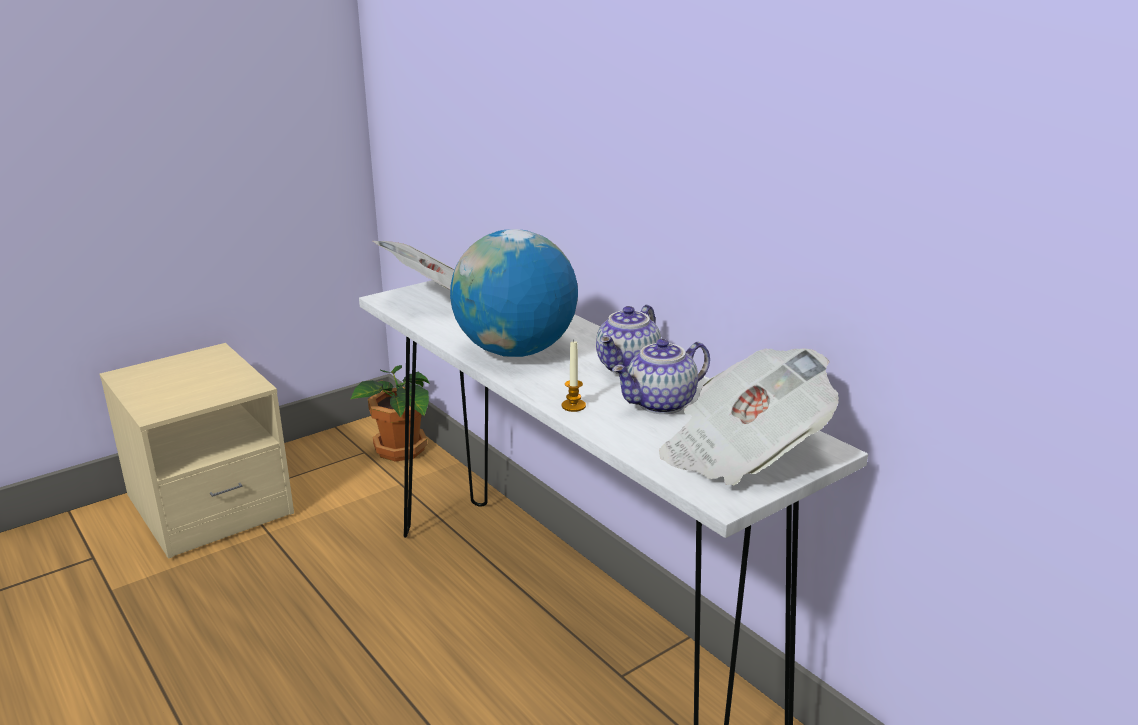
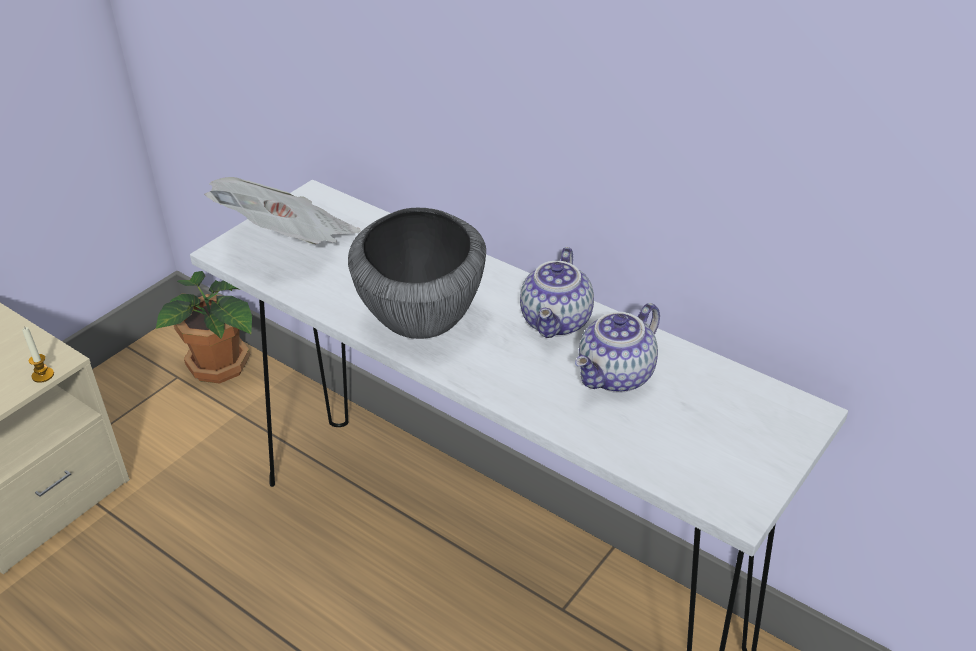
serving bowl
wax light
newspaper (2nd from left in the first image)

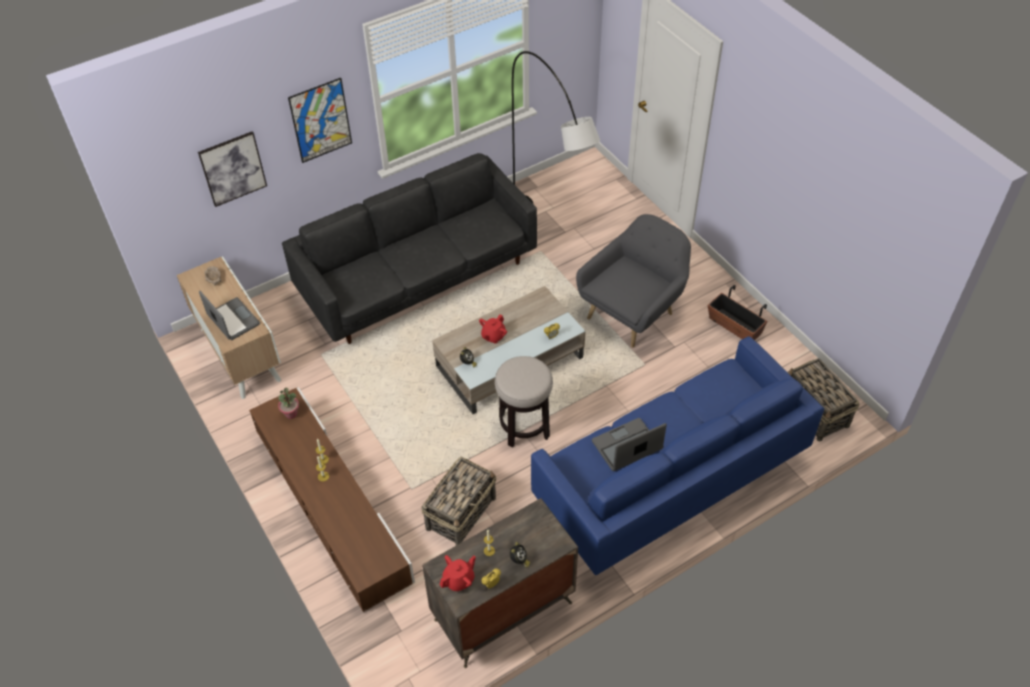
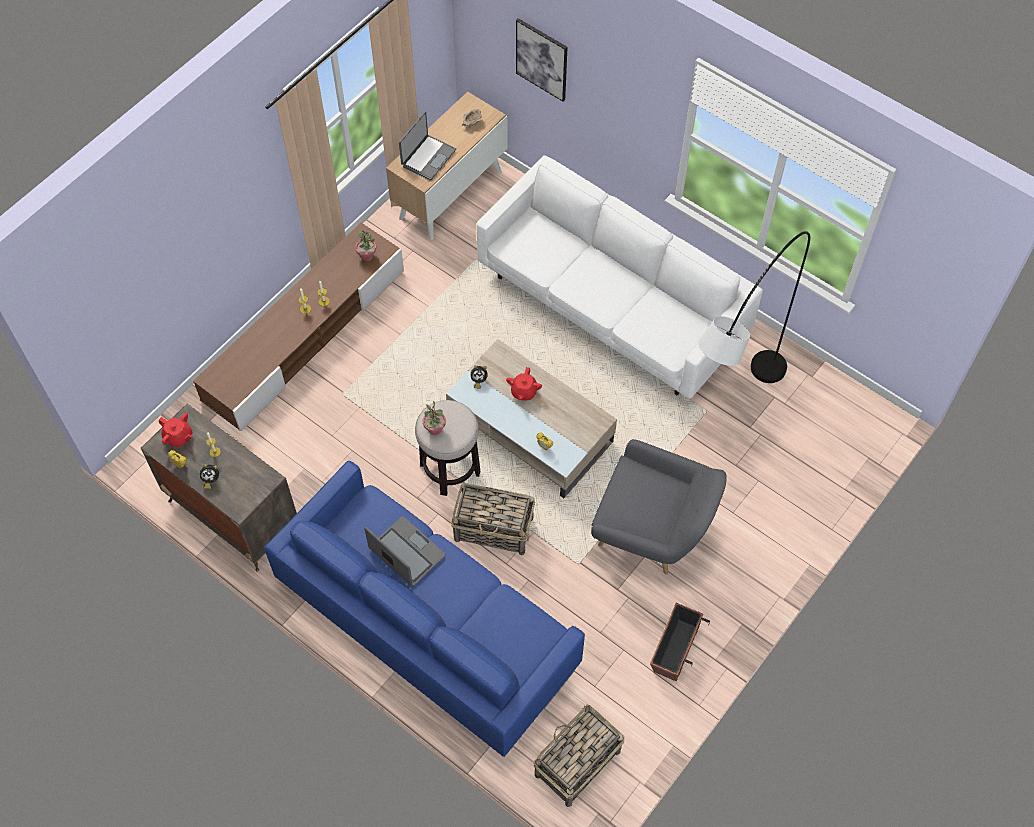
whitish sofa
picture (2nd from left in the first image)
basket (1st from left)
red-coloured teapot (2nd from left)
houseplant (2nd from left)

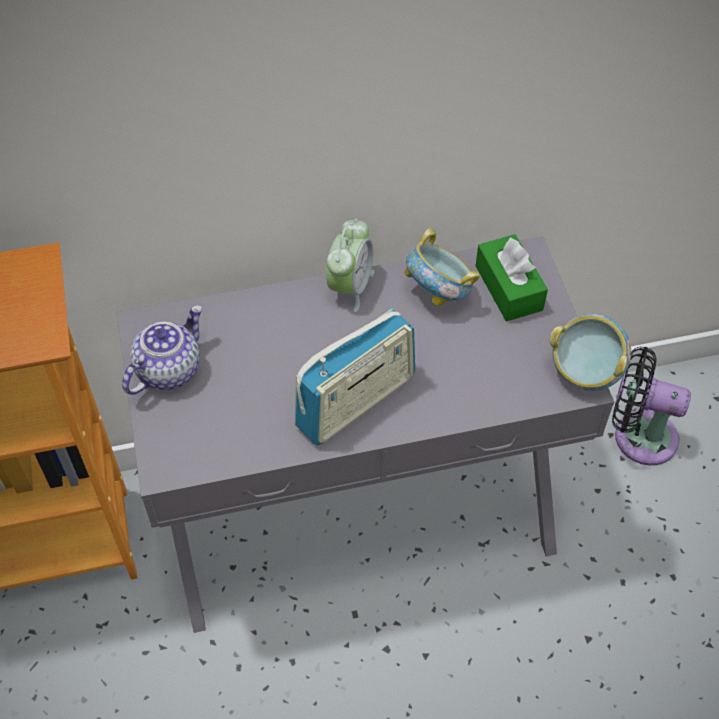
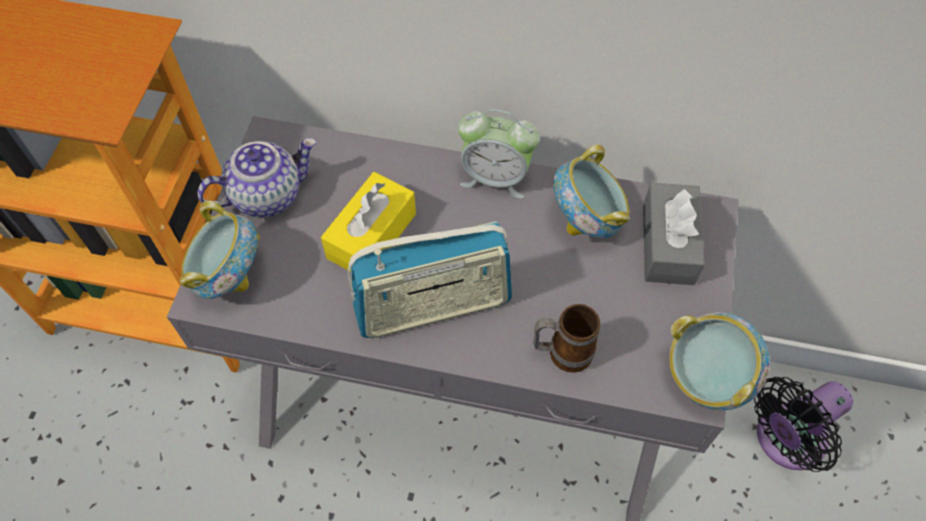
bedside clock
grey tissue box
black cooling fan
serving bowl (1st from left)
yellowish tissue box
mug

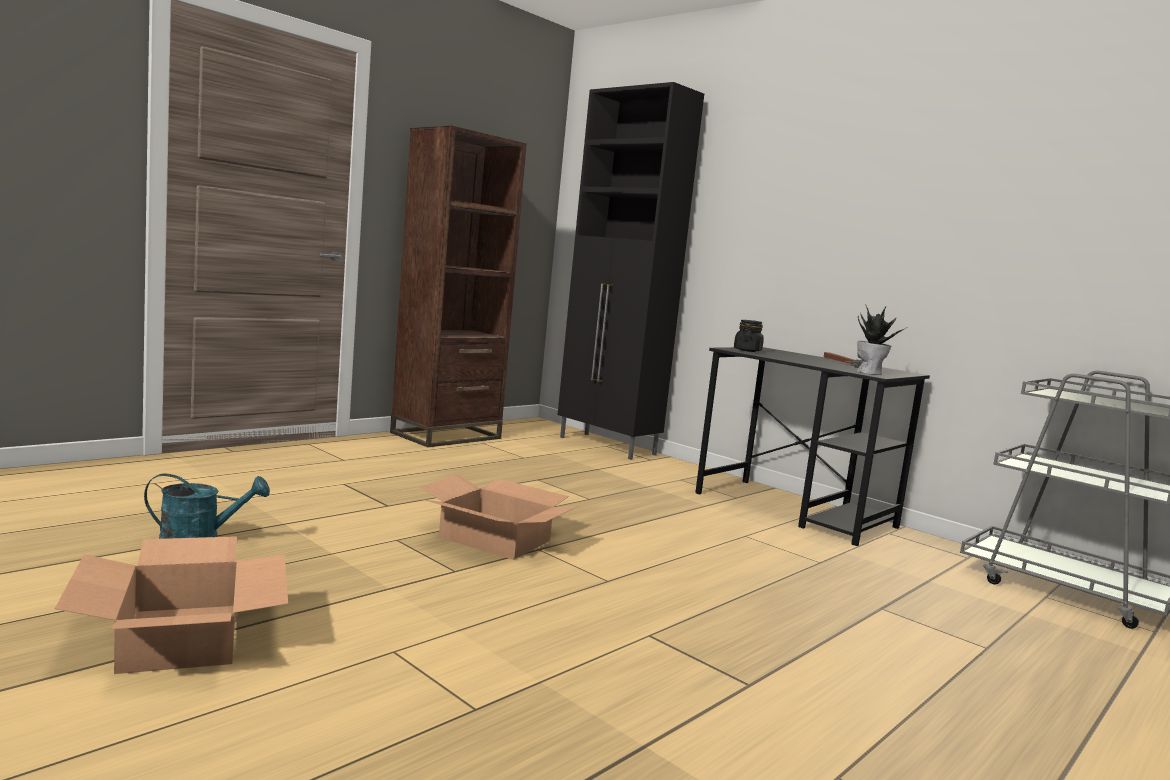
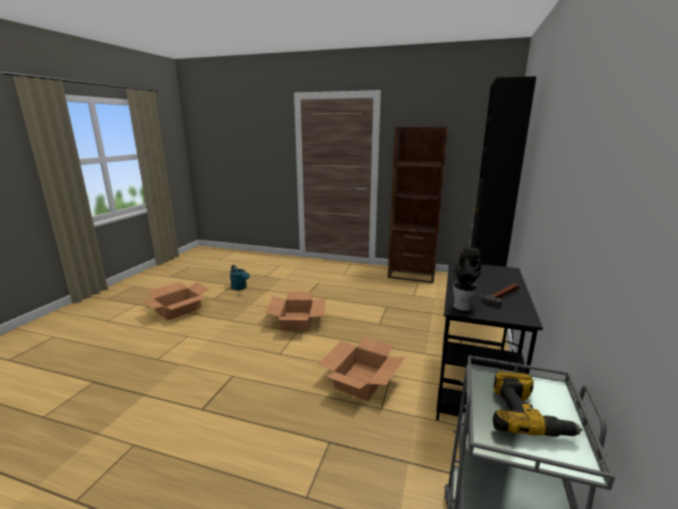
packing box (3rd from left)
power drill

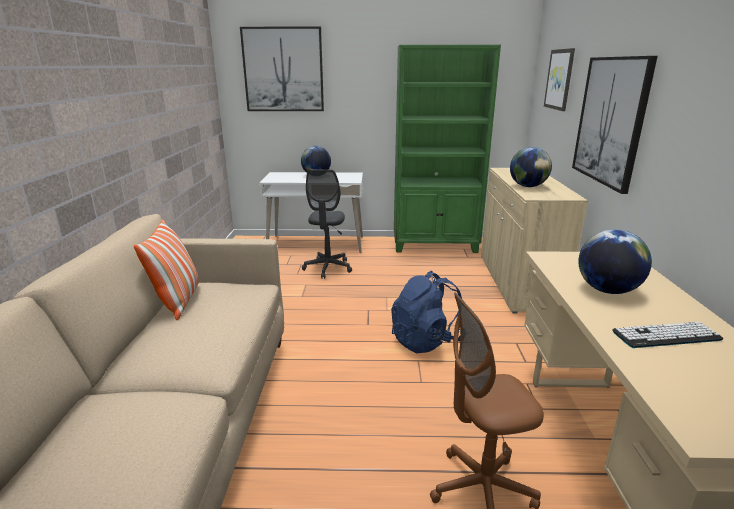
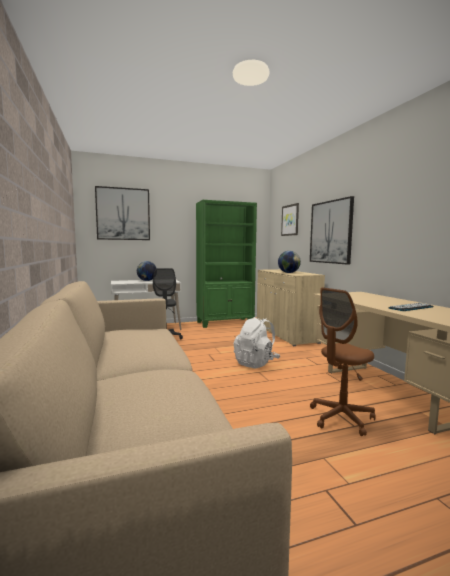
cushion
whitish rucksack
desk globe (3rd from left in the first image)

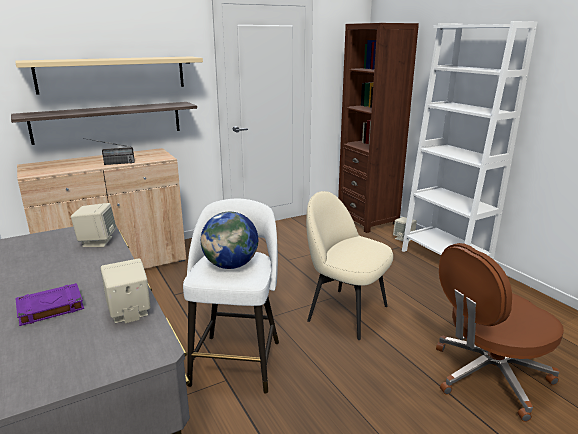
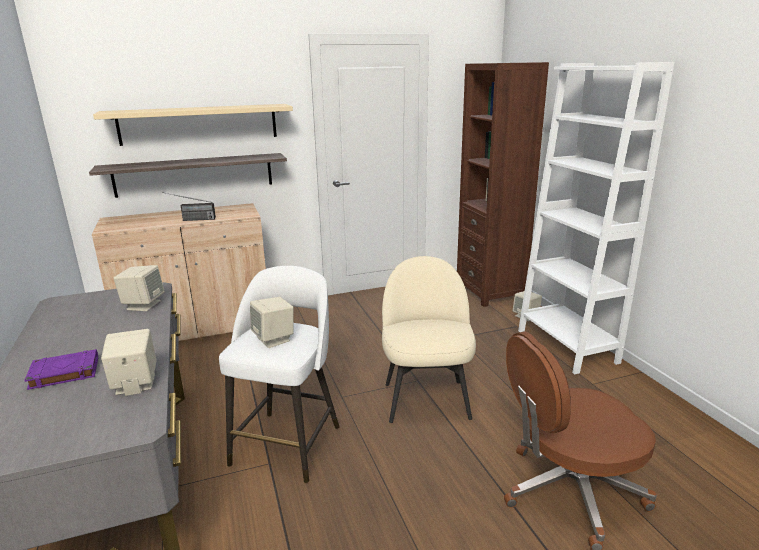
beige-coloured loudspeaker (3rd from left)
beige-coloured chair

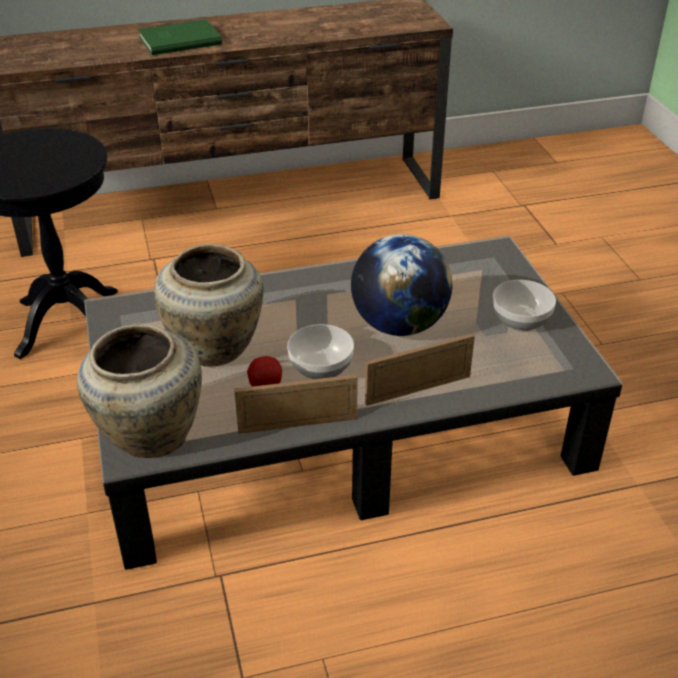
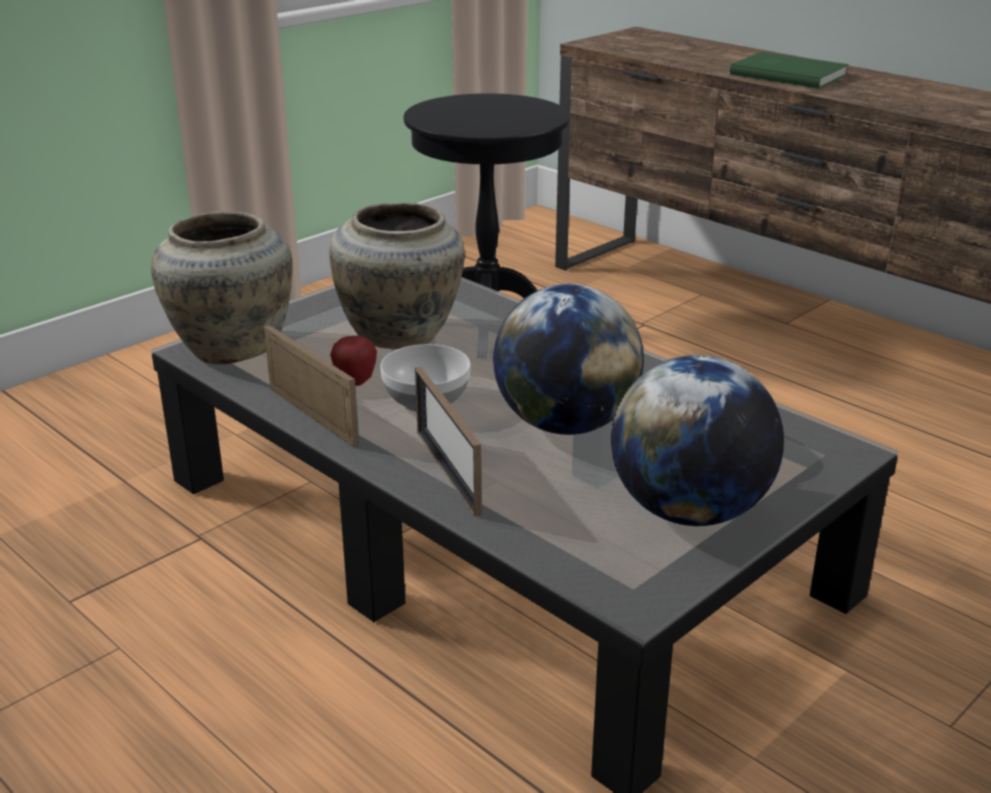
picture frame (2nd from left)
desk globe (2nd from left)

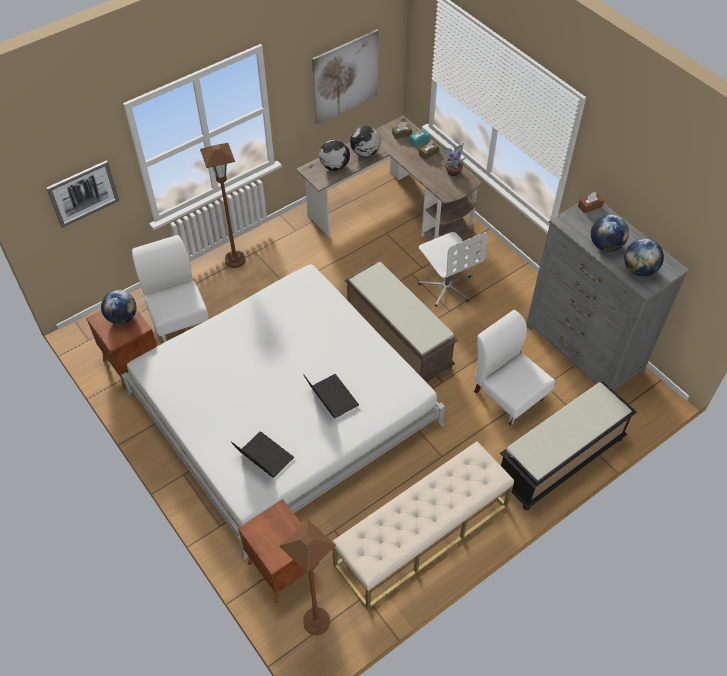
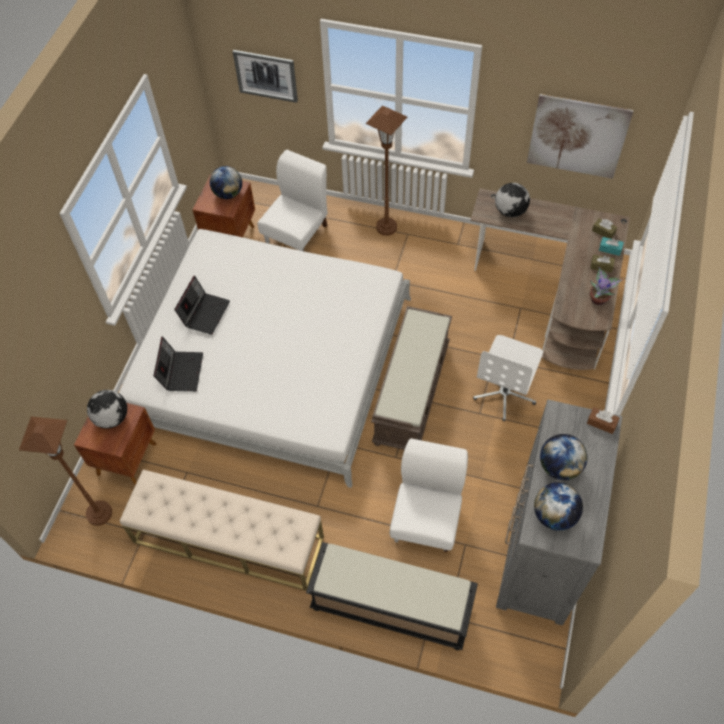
laptop (2nd from left)
desk globe (1st from left)

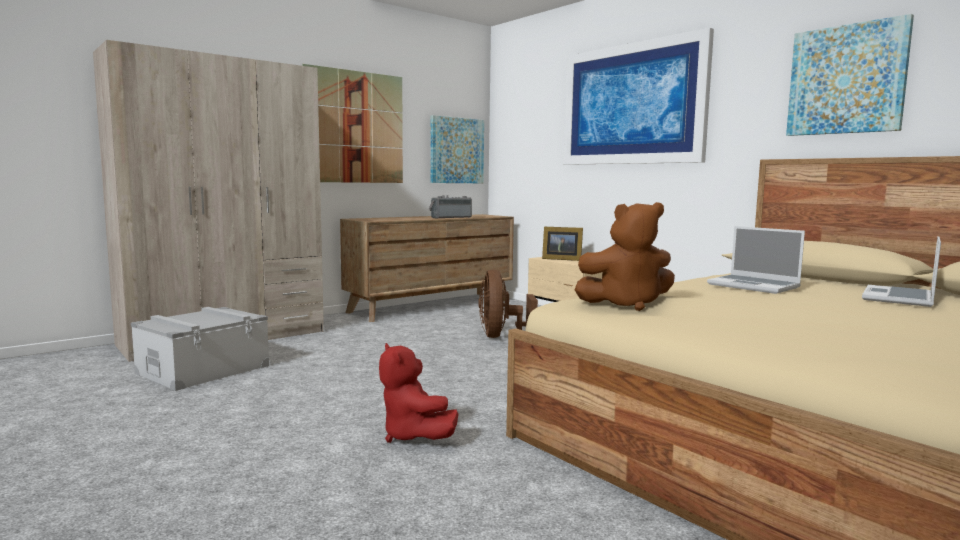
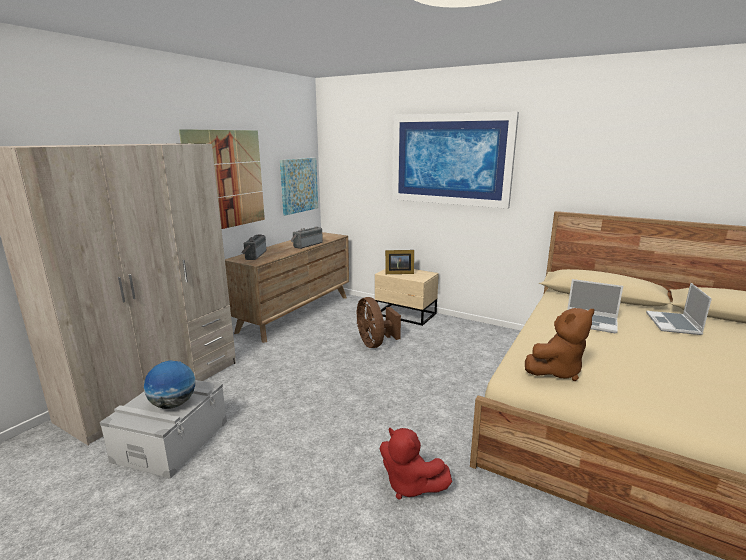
picture (4th from left in the first image)
desk globe
radio set (1st from left)

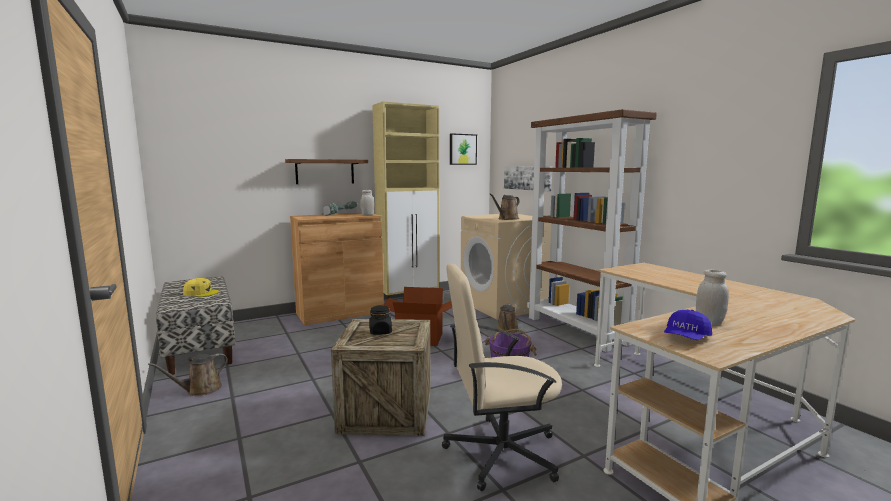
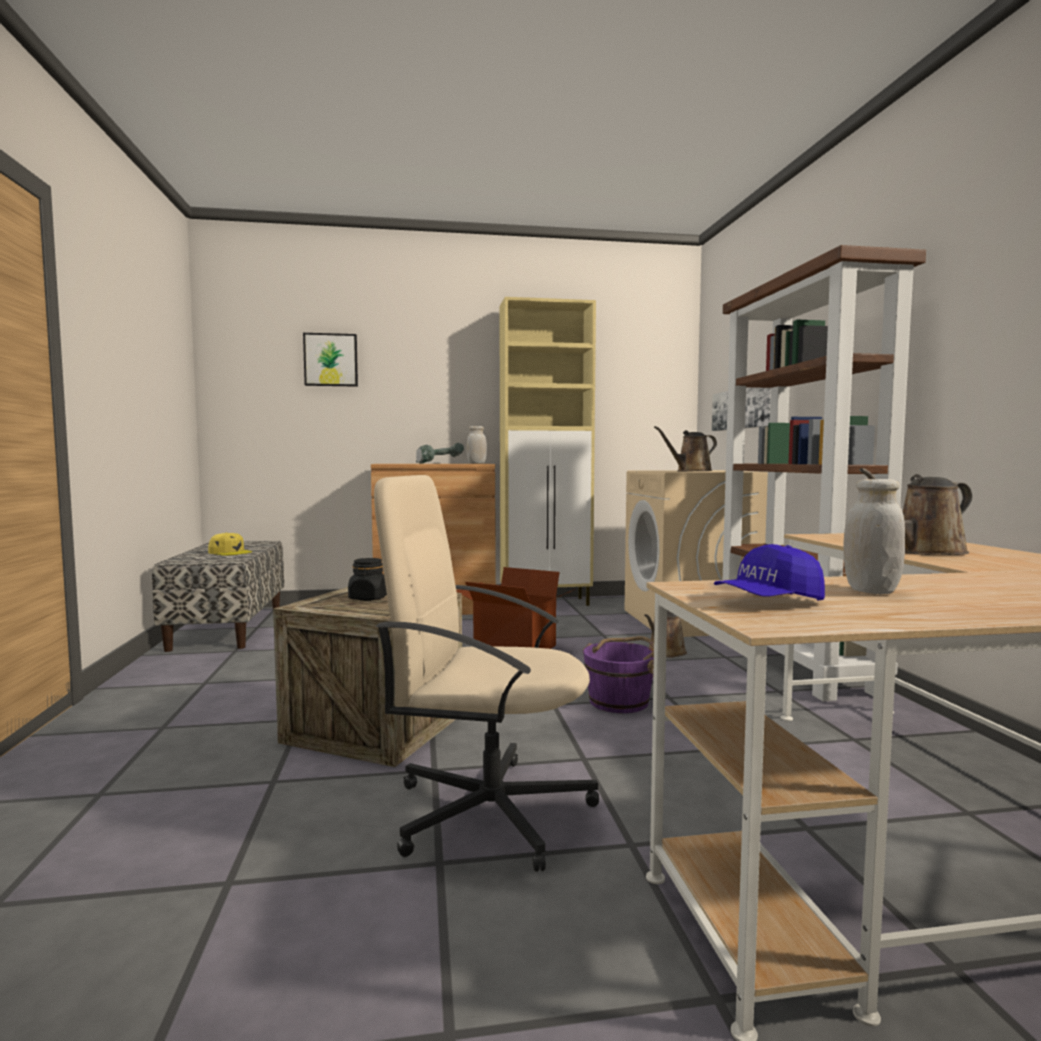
brown sprinkling can (3rd from left)
wall shelf
picture (1st from left)

